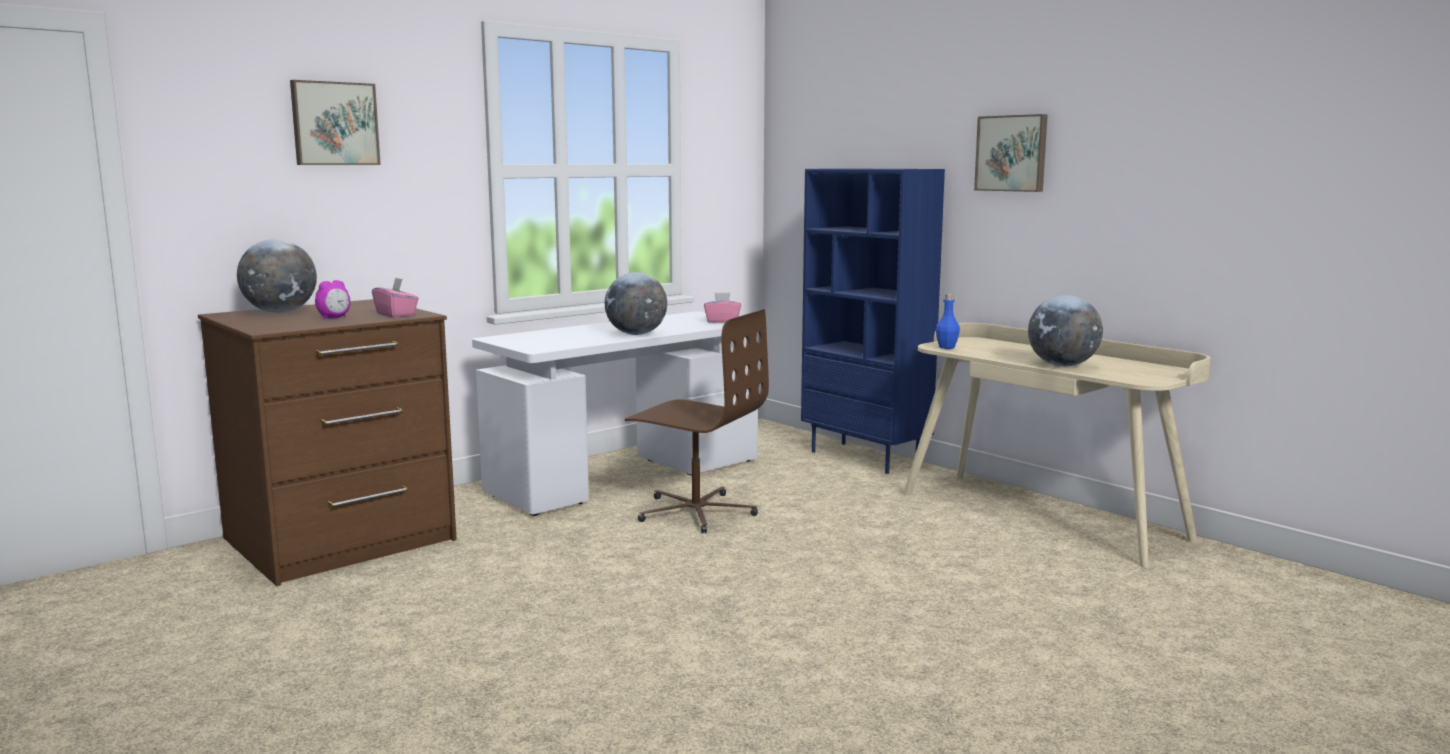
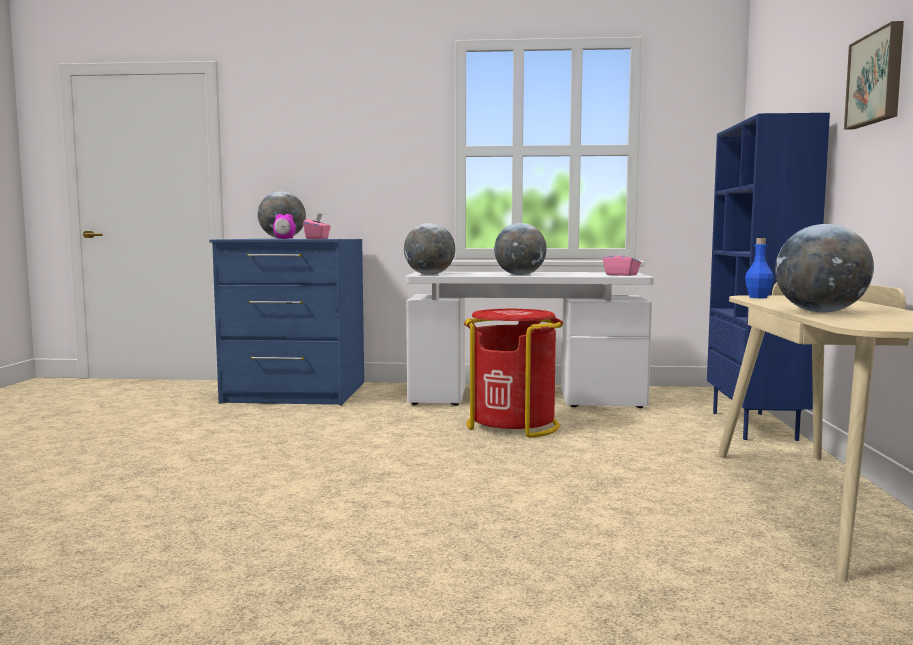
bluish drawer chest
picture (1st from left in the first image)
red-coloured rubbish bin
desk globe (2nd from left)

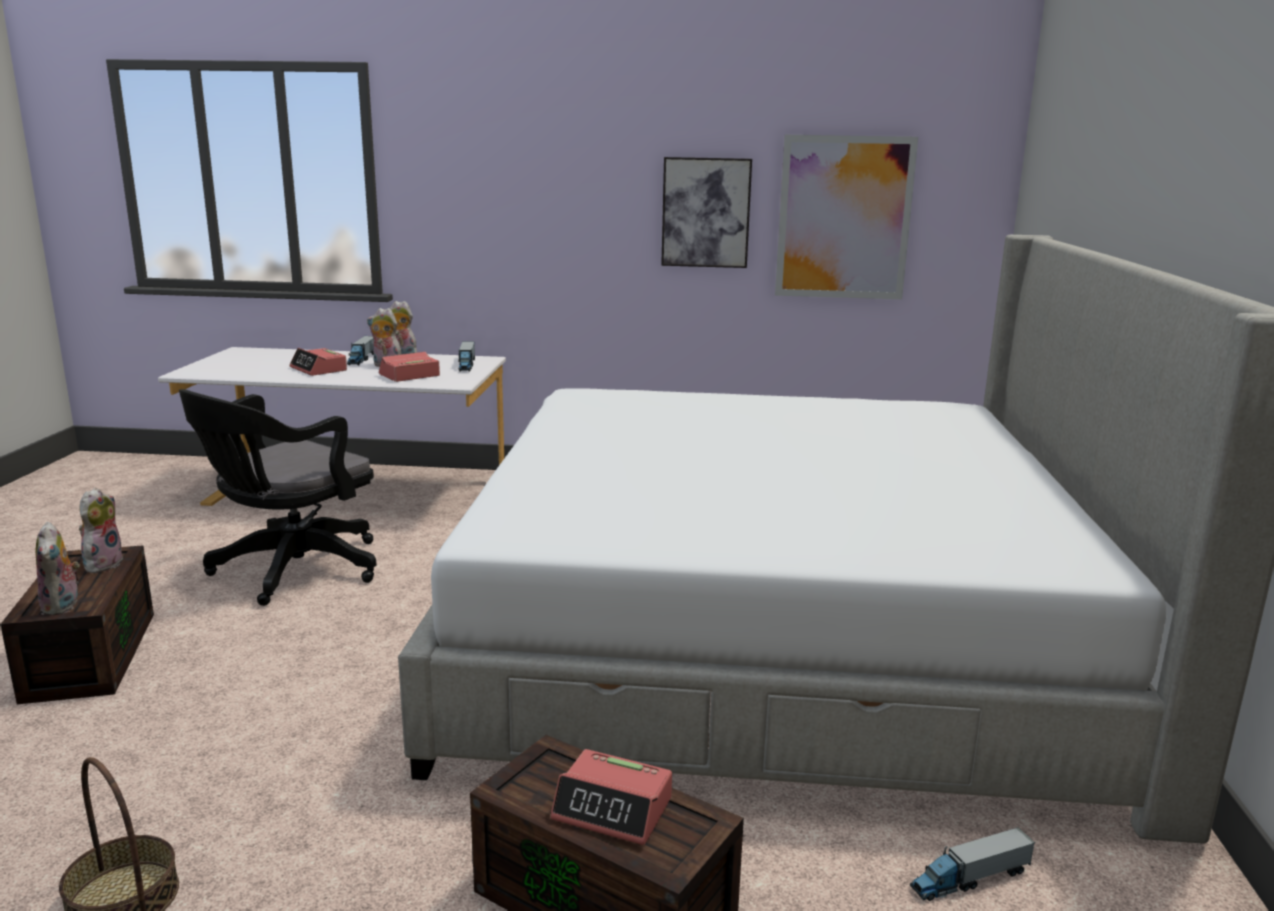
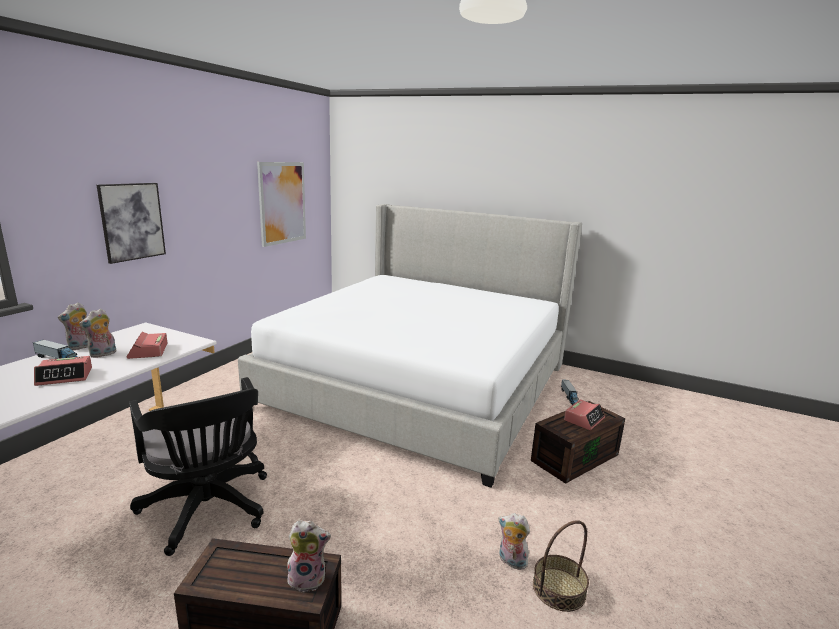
plush toy (4th from left)
toy truck (2nd from left in the first image)
picture (1st from left)

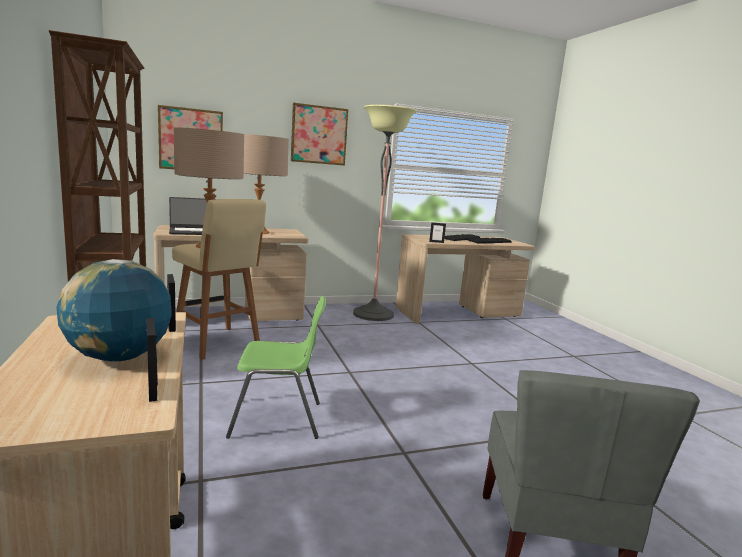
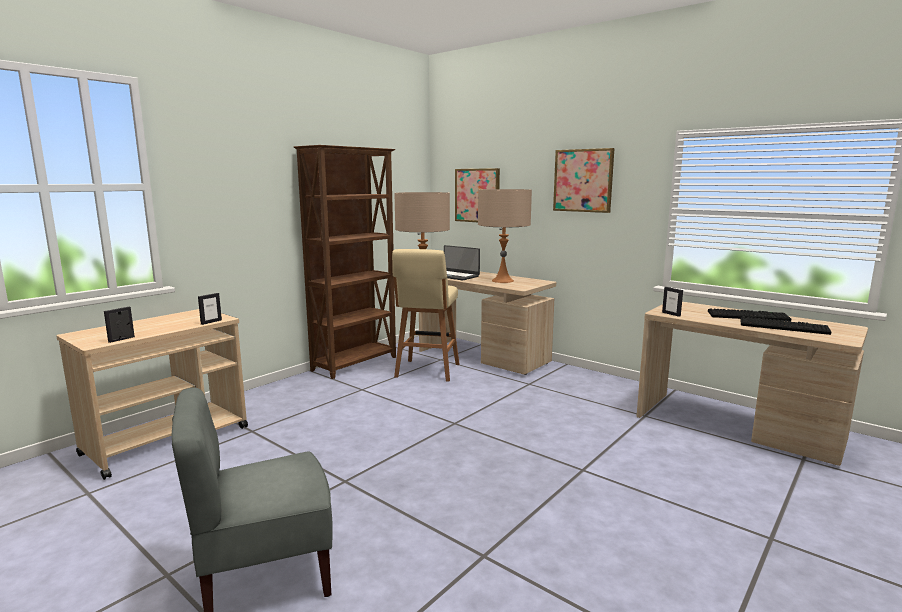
desk globe
green-coloured chair
standard lamp

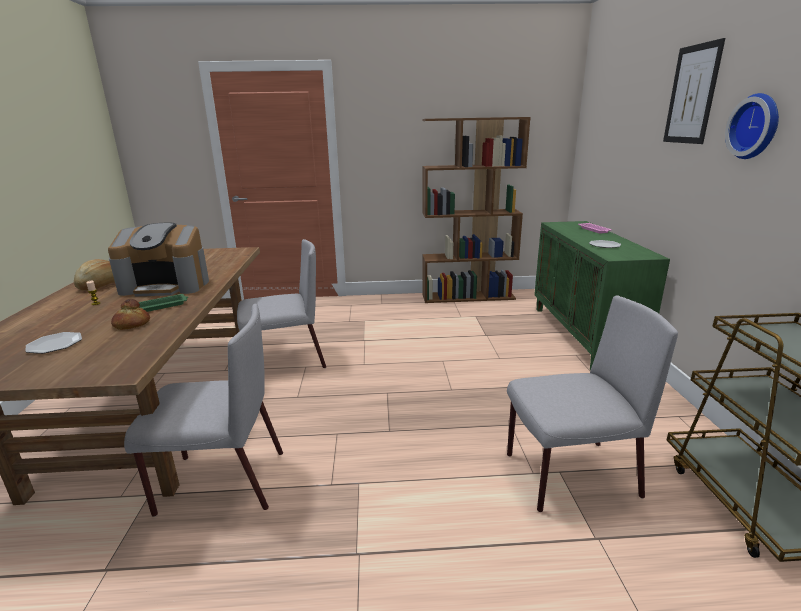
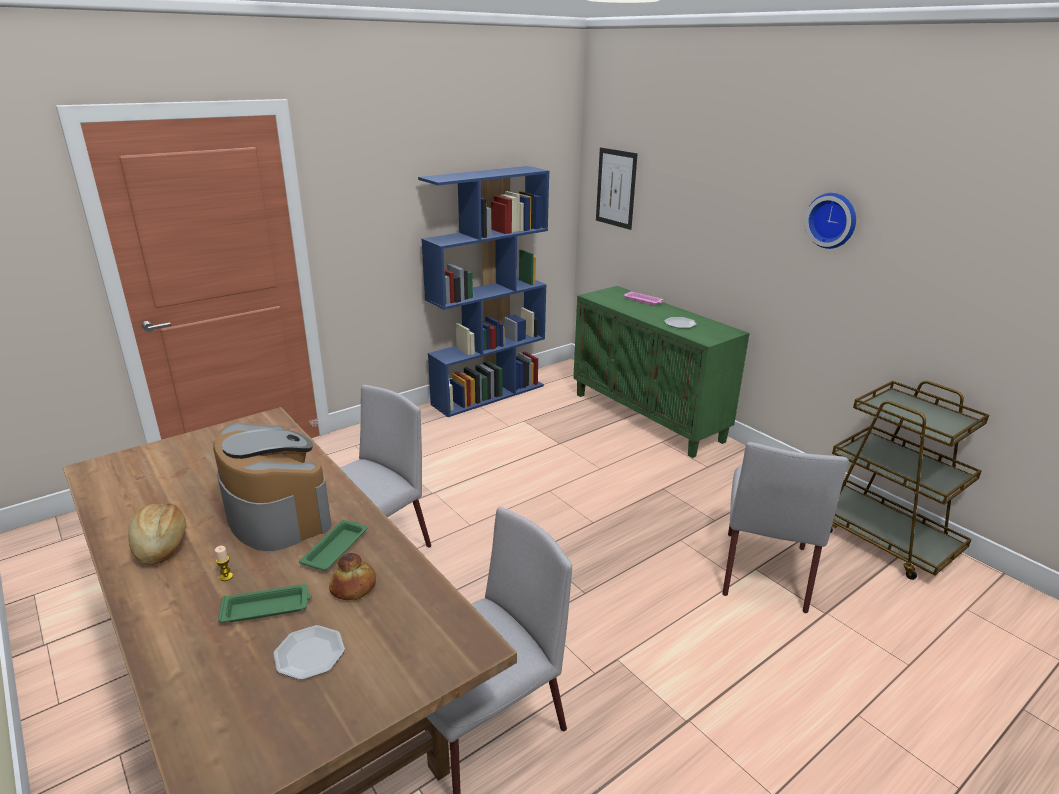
coffee machine
bluish bookshelf
grey chair (3rd from left)
picture
green-coloured carrying tray (1st from left)

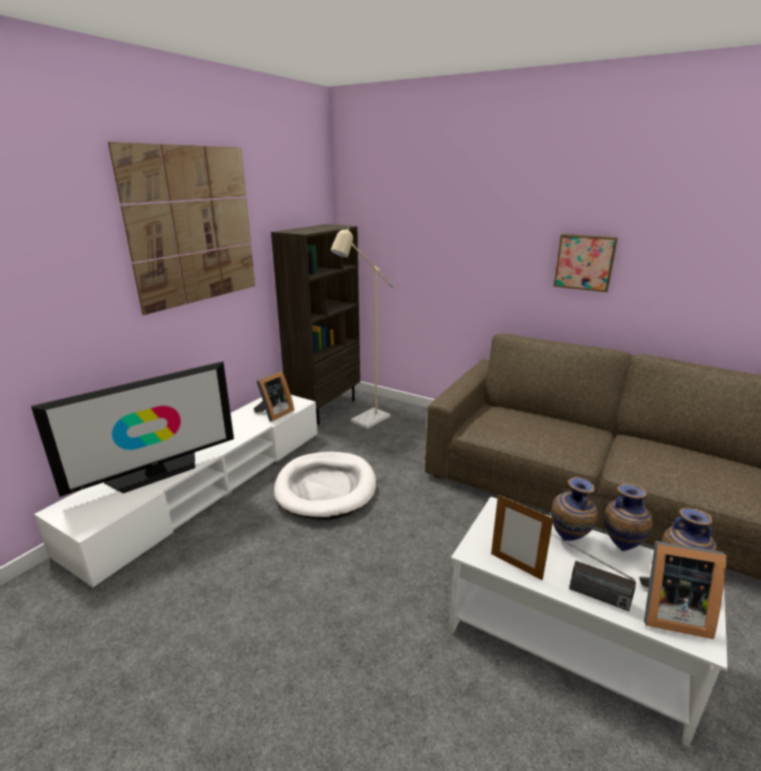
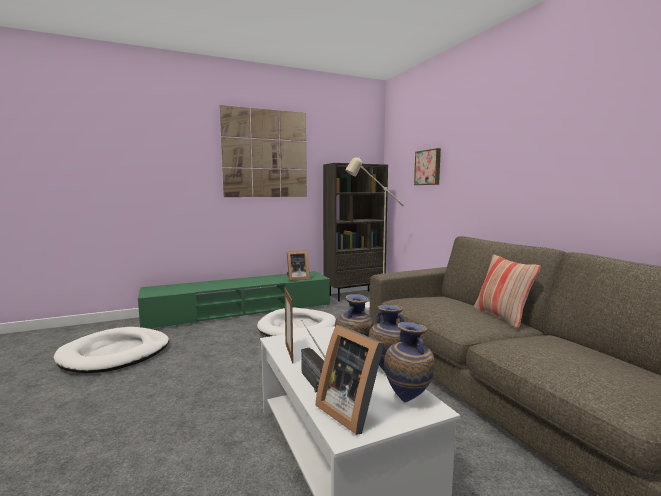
TV
green-coloured tv unit
picture (2nd from left)
whitish dog bed (1st from left)
cushion

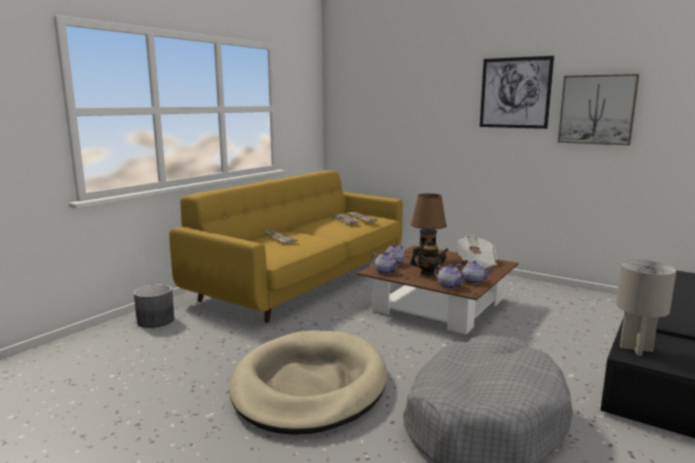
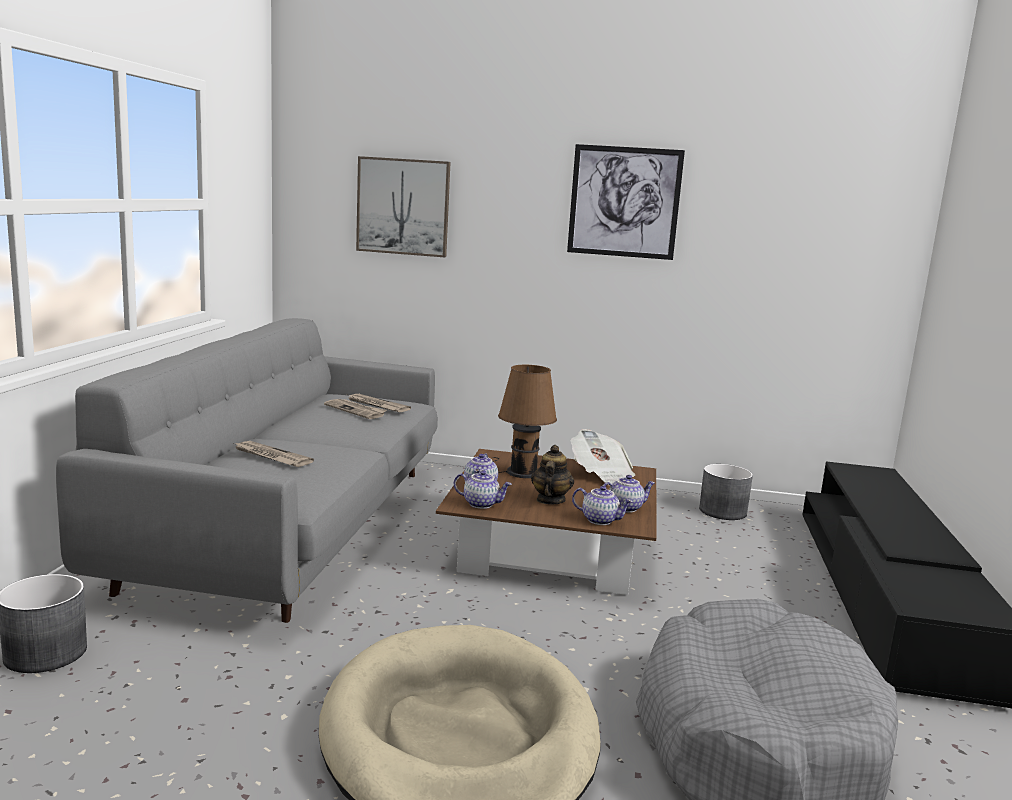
grey sofa
teapot (3rd from left)
picture (1st from left)
grey lamp for a table
grey planter (2nd from left)

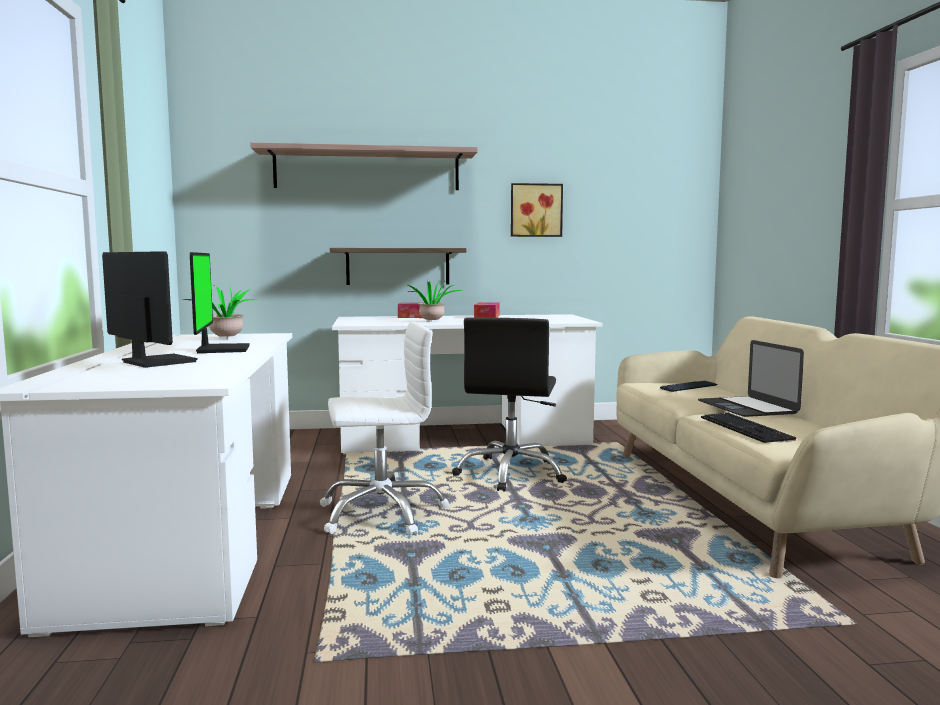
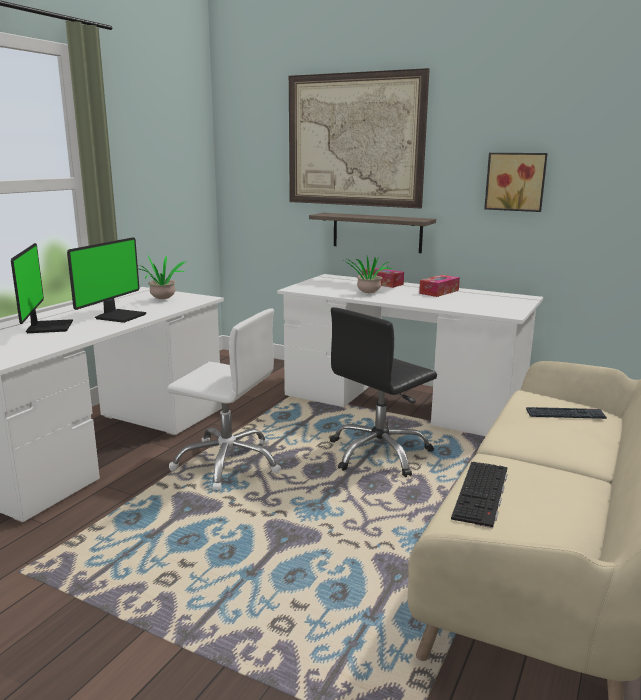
picture (1st from left)
laptop

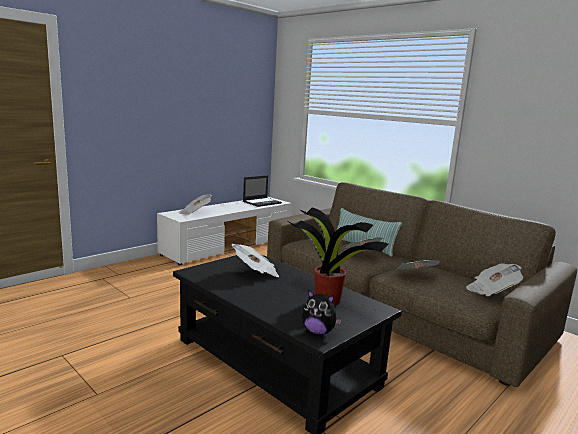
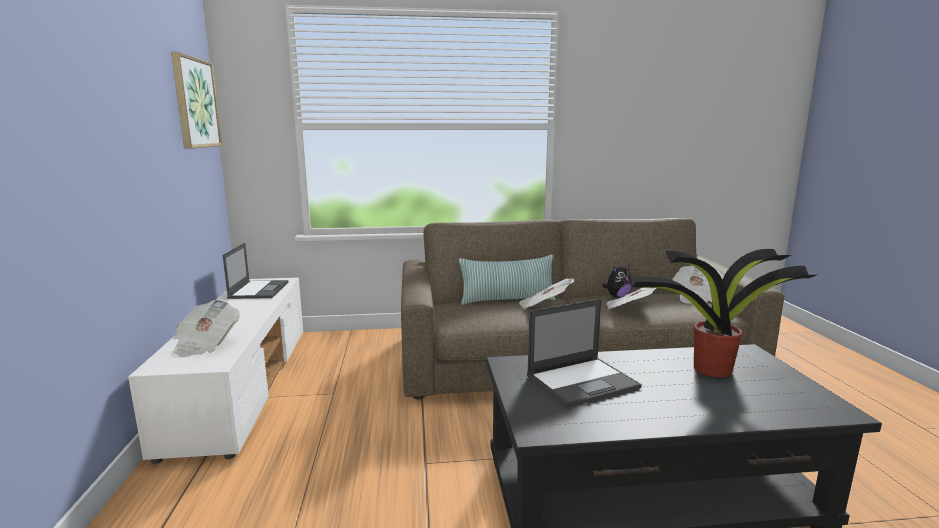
laptop (2nd from left)
plush toy
picture

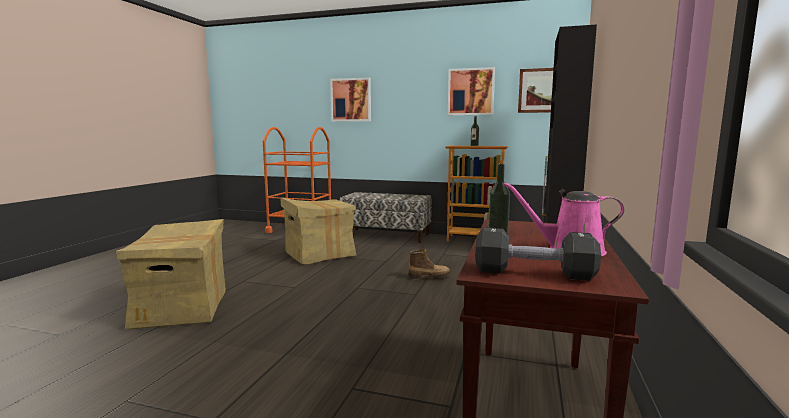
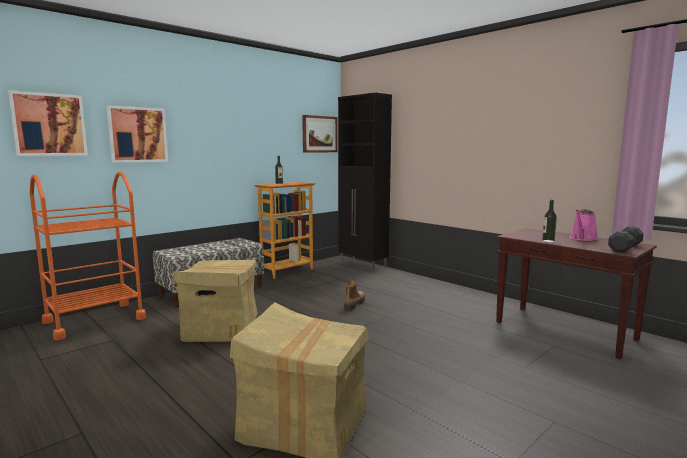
picture (1st from left)

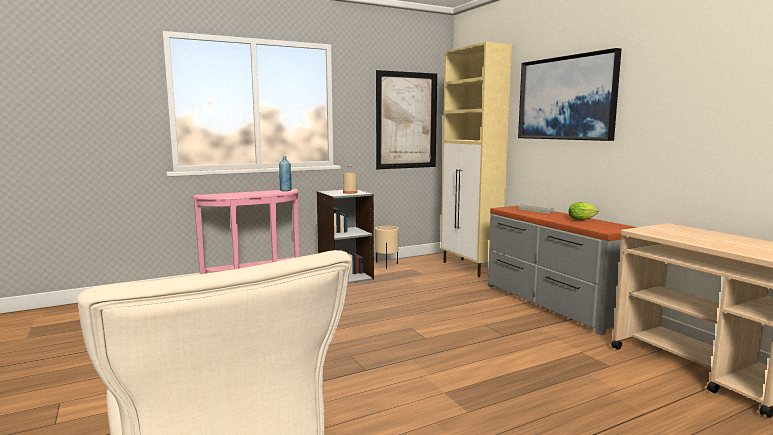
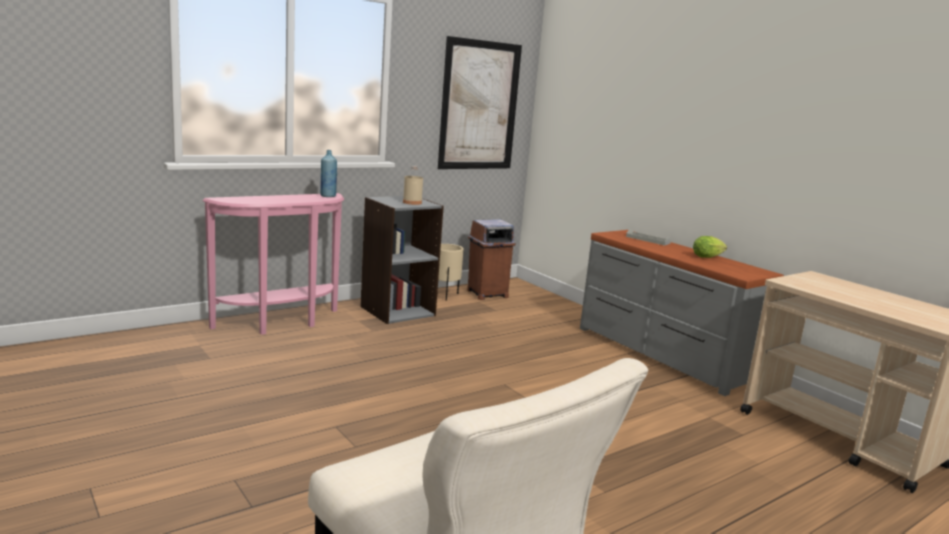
beige-coloured cupboard
picture (2nd from left in the first image)
brown rubbish bin

